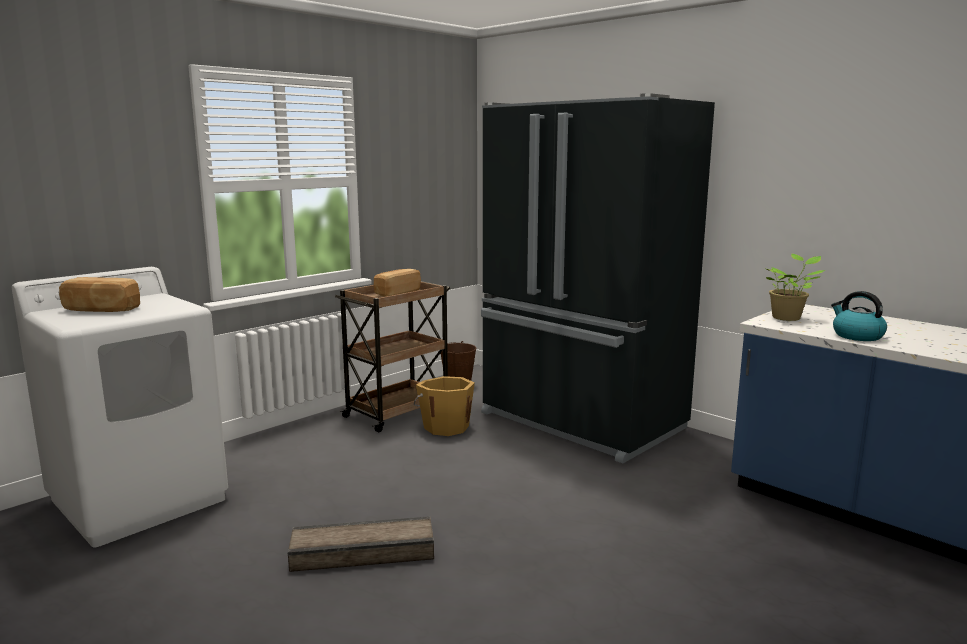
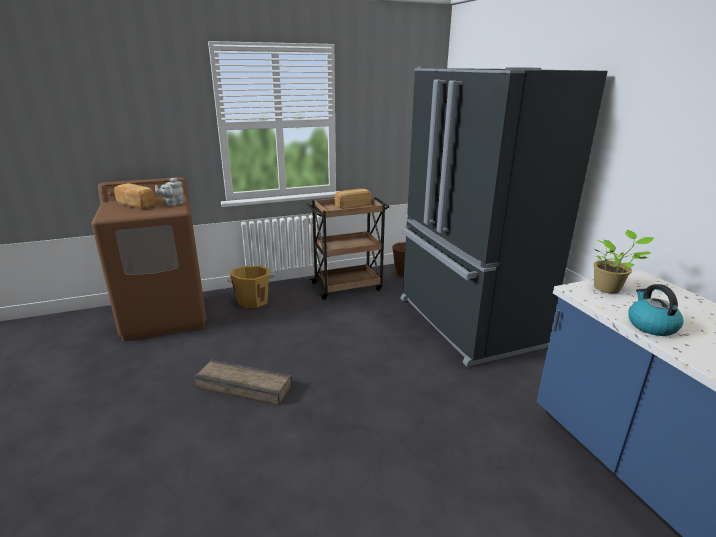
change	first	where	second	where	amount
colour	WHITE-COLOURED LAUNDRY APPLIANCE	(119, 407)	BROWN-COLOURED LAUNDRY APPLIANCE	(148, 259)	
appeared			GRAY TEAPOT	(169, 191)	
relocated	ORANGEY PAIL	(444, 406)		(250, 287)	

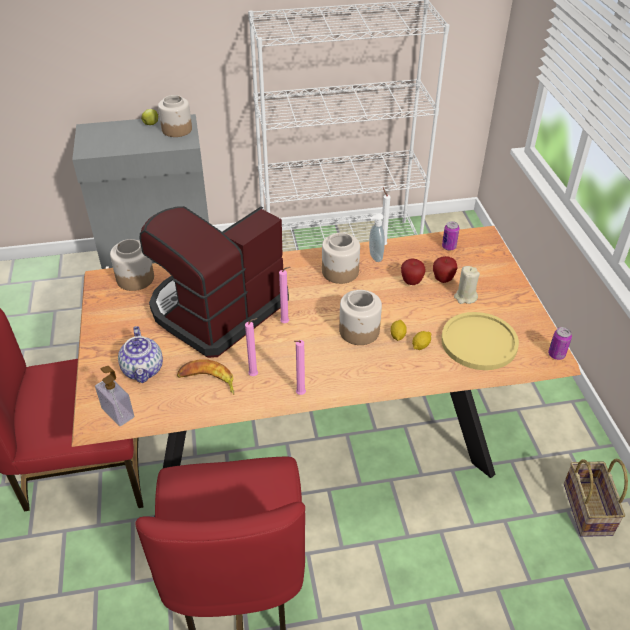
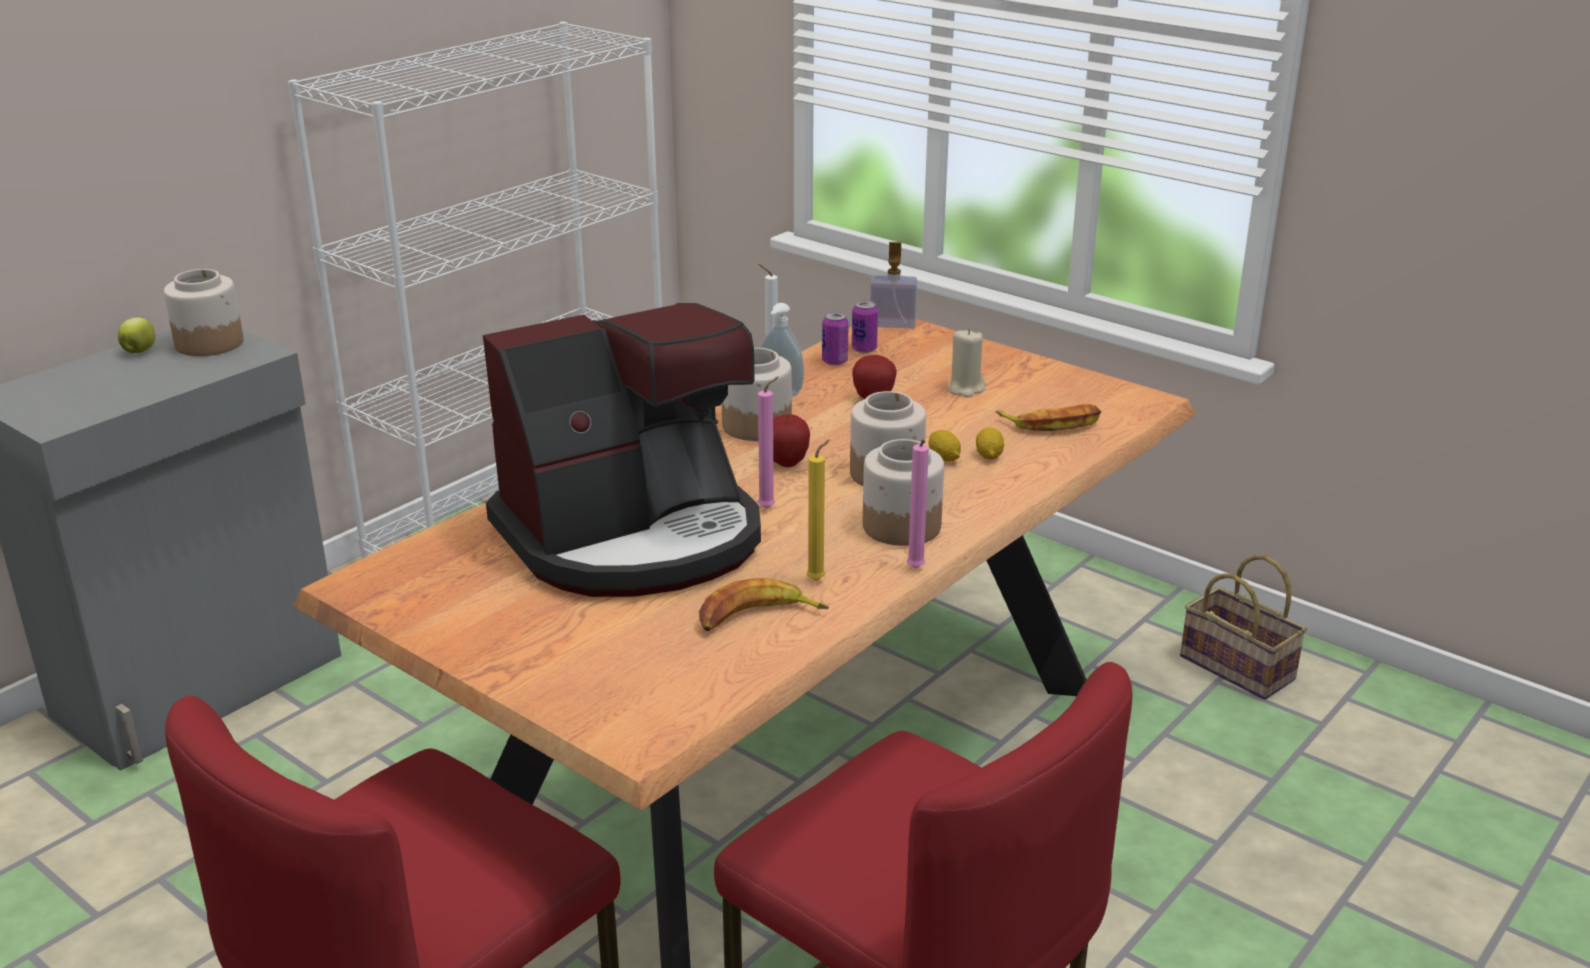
change	first	where	second	where	amount
spun	COFFEE MAKER	(214, 282)		(622, 450)	120 degrees counterclockwise
relocated	WHOLE APPLE	(445, 269)		(791, 440)	
colour	PINKISH WAX LIGHT	(251, 347)	YELLOWISH WAX LIGHT	(818, 510)	
relocated	METAL CAN	(560, 343)		(835, 338)	
relocated	PRESERVE JAR	(132, 265)		(903, 492)	
relocated	SOAP BOTTLE	(114, 396)		(893, 285)	
exchanged	YELLOWISH PLATE	(480, 341)	WHOLE BANANA	(1048, 417)	
missing	TEAPOT	(140, 354)			

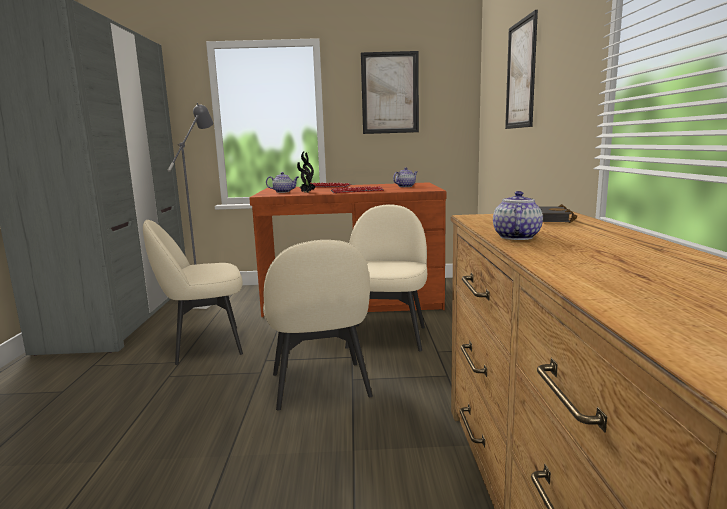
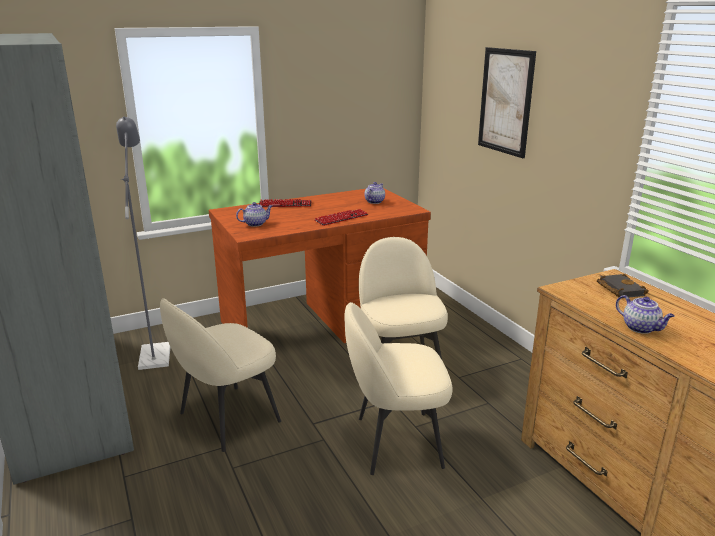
change	first	where	second	where	amount
spun	BEIGE PLAIN CHAIR	(318, 325)		(398, 388)	120 degrees clockwise
spun	TEAPOT	(518, 215)		(645, 314)	150 degrees clockwise
missing	POTTED PLANT	(306, 172)			
missing	PICTURE	(390, 92)			

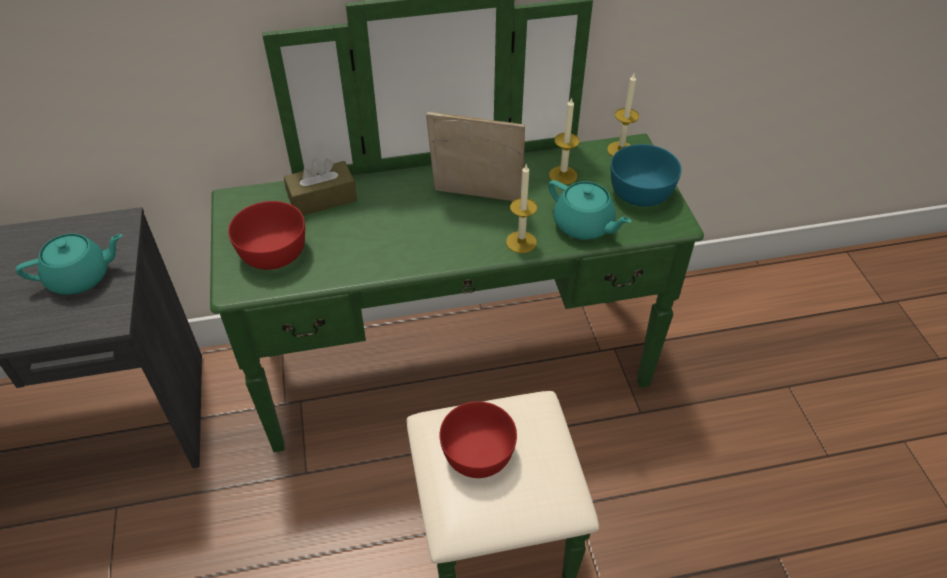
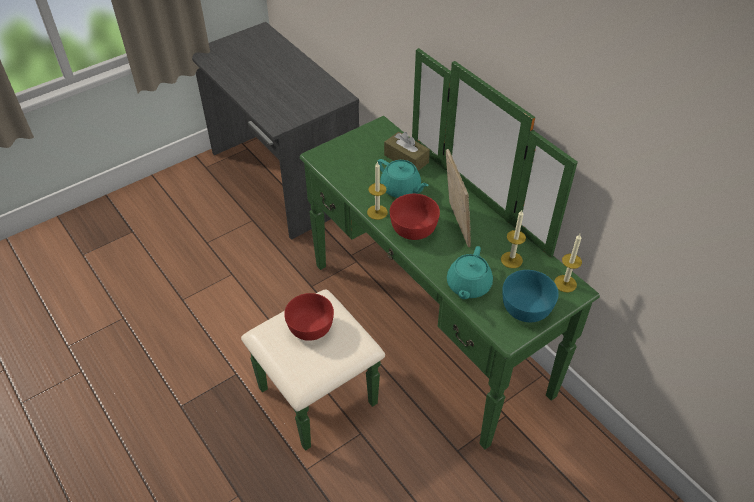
change	first	where	second	where	amount
relocated	WAX LIGHT	(521, 209)		(377, 190)	
relocated	TURQUOISE-COLOURED TEAPOT	(69, 264)		(403, 178)	
relocated	REDDISH DEEP DISH	(266, 235)		(415, 217)	

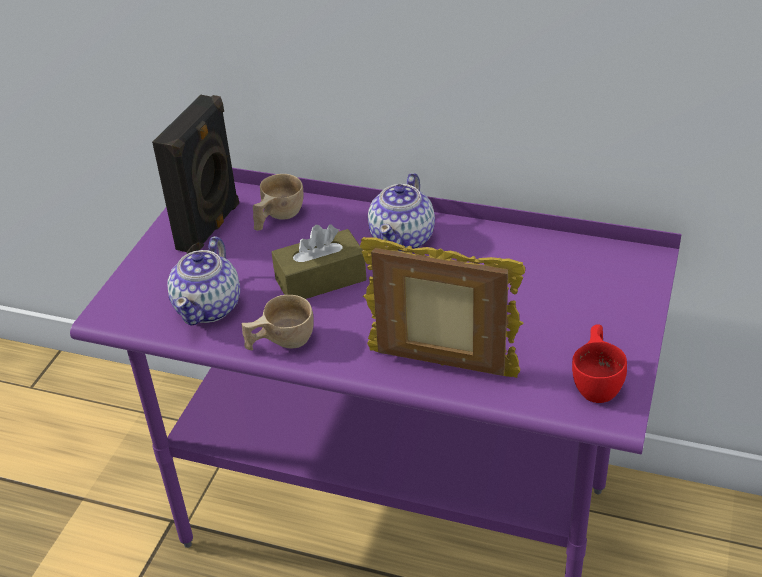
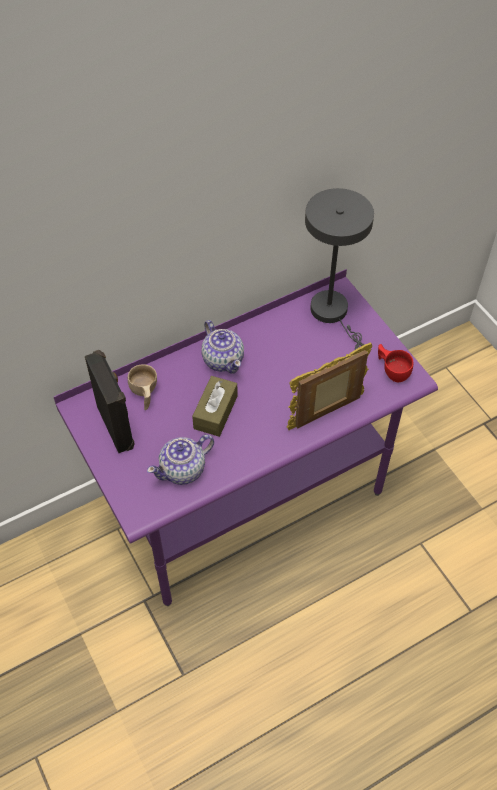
change	first	where	second	where	amount
spun	TEAPOT	(203, 281)		(180, 459)	90 degrees clockwise
appeared			GRAY TABLETOP LAMP	(339, 269)	
missing	BEIGE SMALL CUP	(277, 322)			

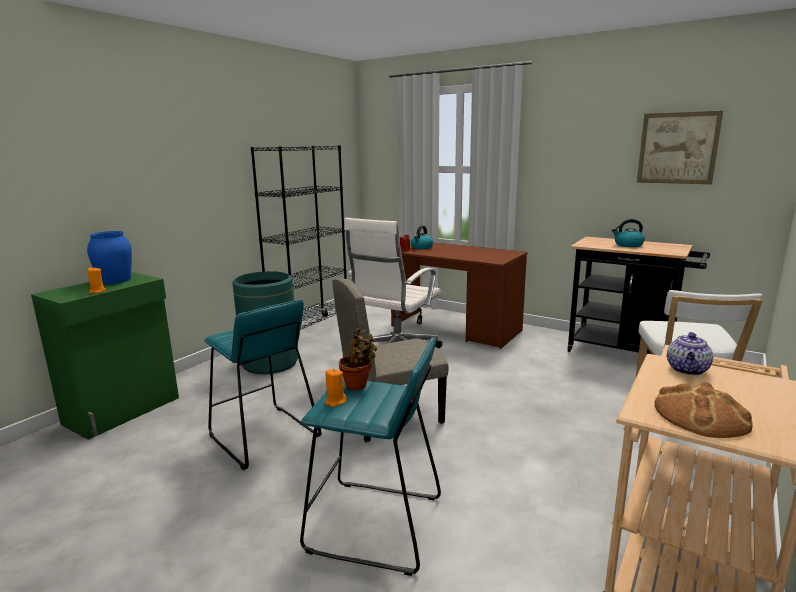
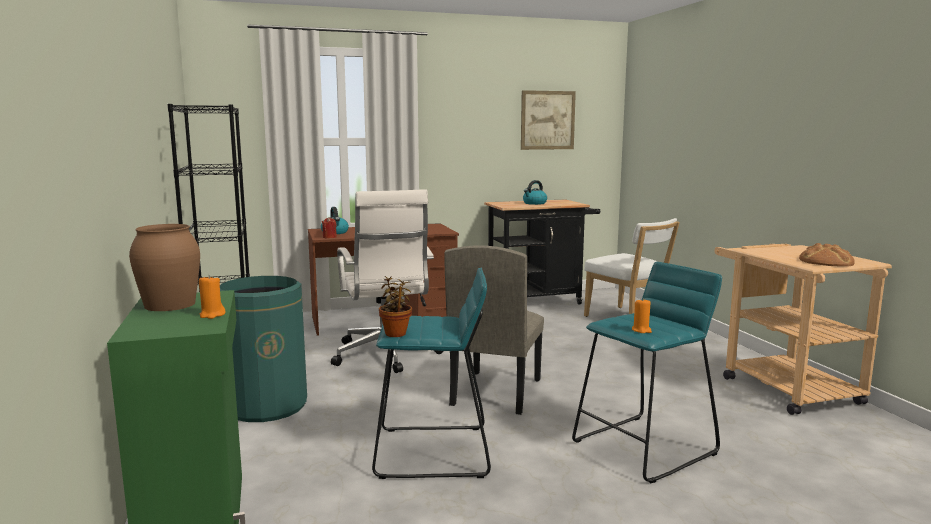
change	first	where	second	where	amount
colour	BLUISH FLOWER VASE	(109, 257)	BROWN-COLOURED FLOWER VASE	(164, 267)	
relocated	POTTED PLANT	(358, 359)		(395, 306)	
missing	TEAPOT	(690, 353)			

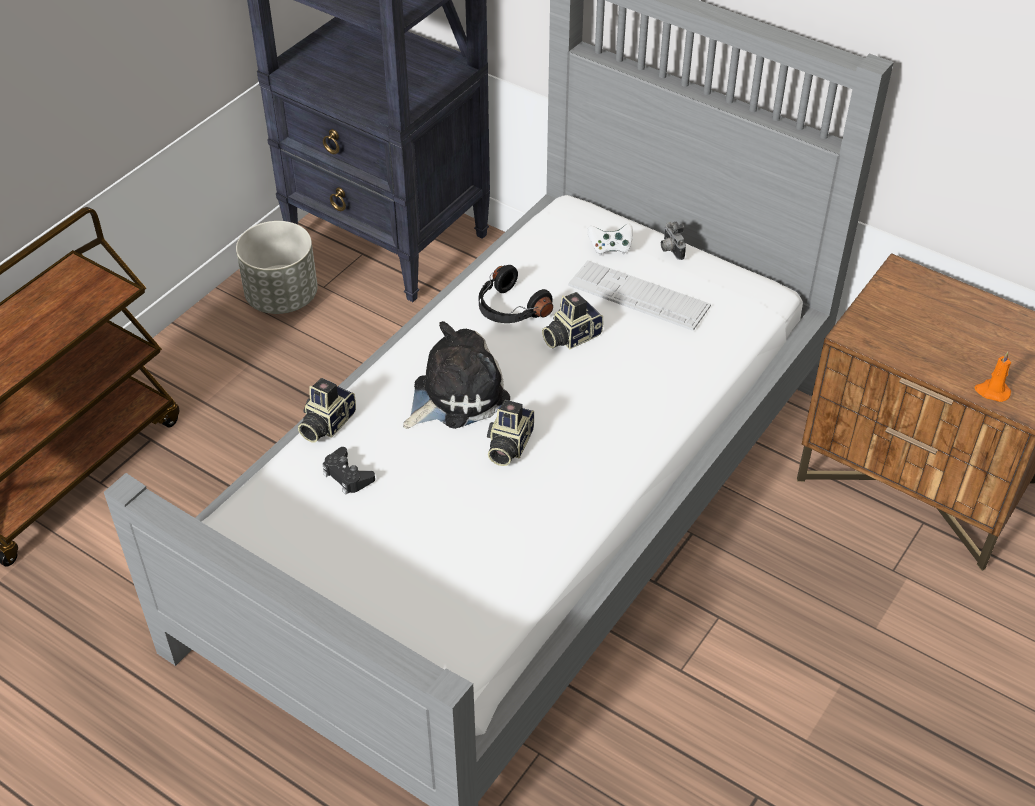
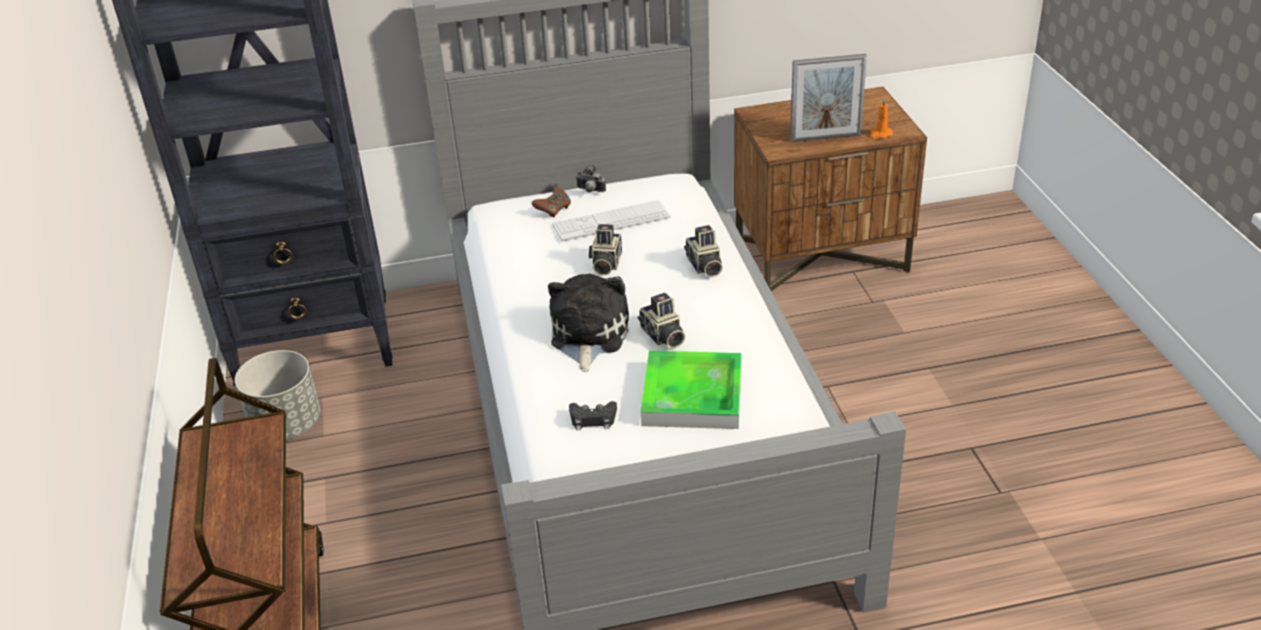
change	first	where	second	where	amount
colour	WHITE-COLOURED JOYPAD	(610, 240)	BROWN-COLOURED JOYPAD	(551, 202)	
appeared			TRAY	(691, 390)	
relocated	PHOTO CAMERA	(327, 410)		(703, 251)	
appeared			PICTURE FRAME	(828, 98)	
missing	BLACKISH HEADPHONES	(516, 294)			

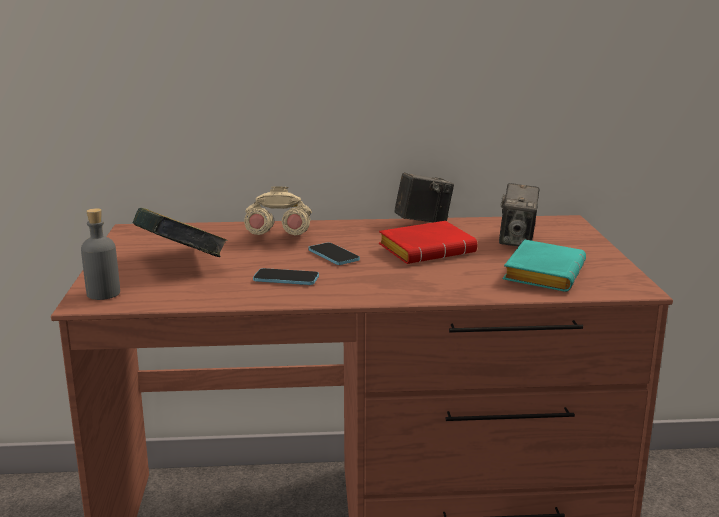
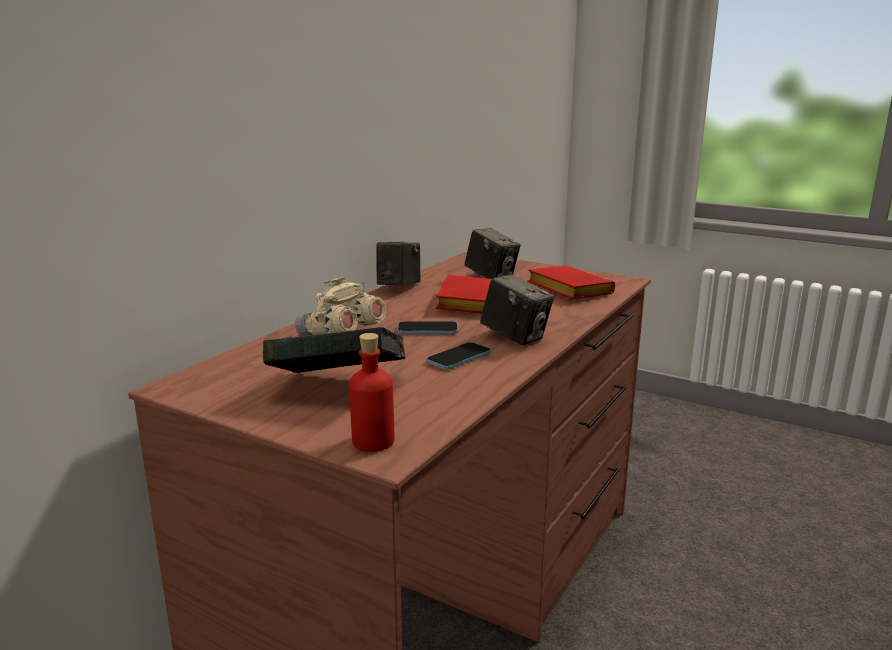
change	first	where	second	where	amount
colour	GRAY DRINK BOTTLE	(100, 254)	REDDISH DRINK BOTTLE	(371, 392)	
appeared			PHOTO CAMERA	(517, 309)	
colour	TURQUOISE-COLOURED BOUND BOOK	(544, 265)	REDDISH BOUND BOOK	(571, 282)	

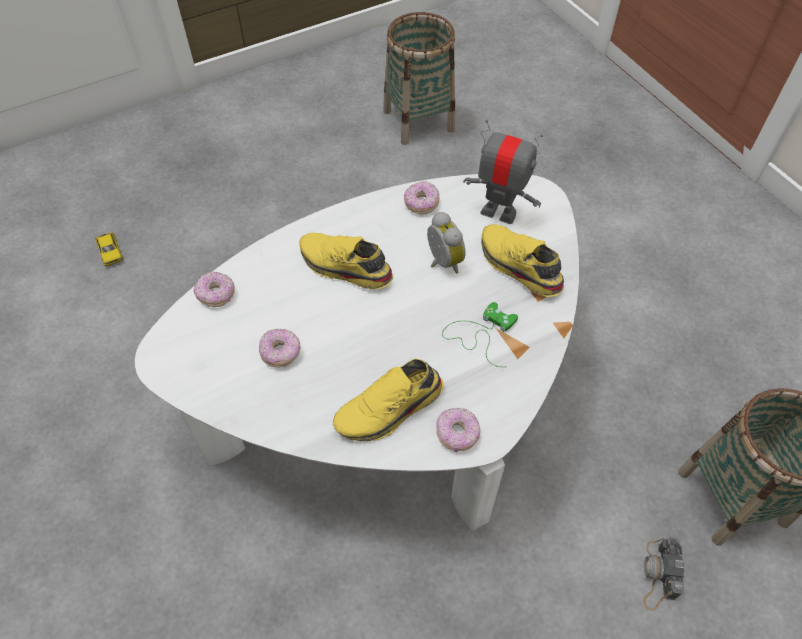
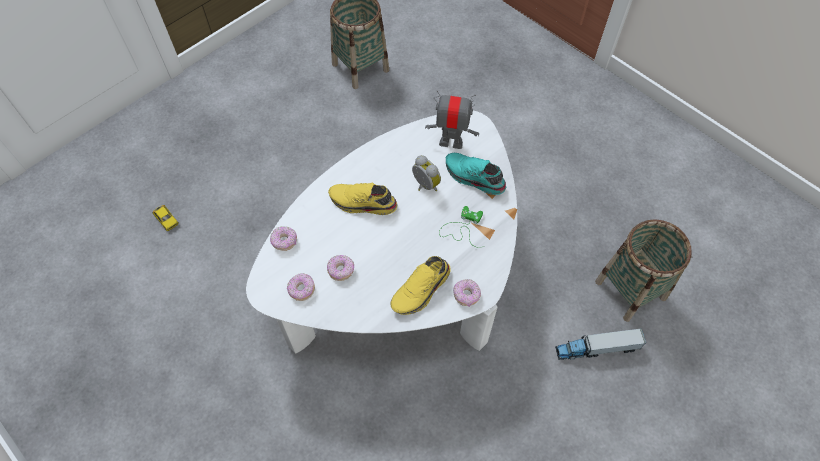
change	first	where	second	where	amount
relocated	DOUGHNUT	(421, 197)		(301, 287)	
colour	YELLOWISH SHOE	(522, 260)	TURQUOISE-COLOURED SHOE	(476, 174)	
exchanged	PHOTO CAMERA	(663, 574)	TOY LORRY	(600, 344)	

